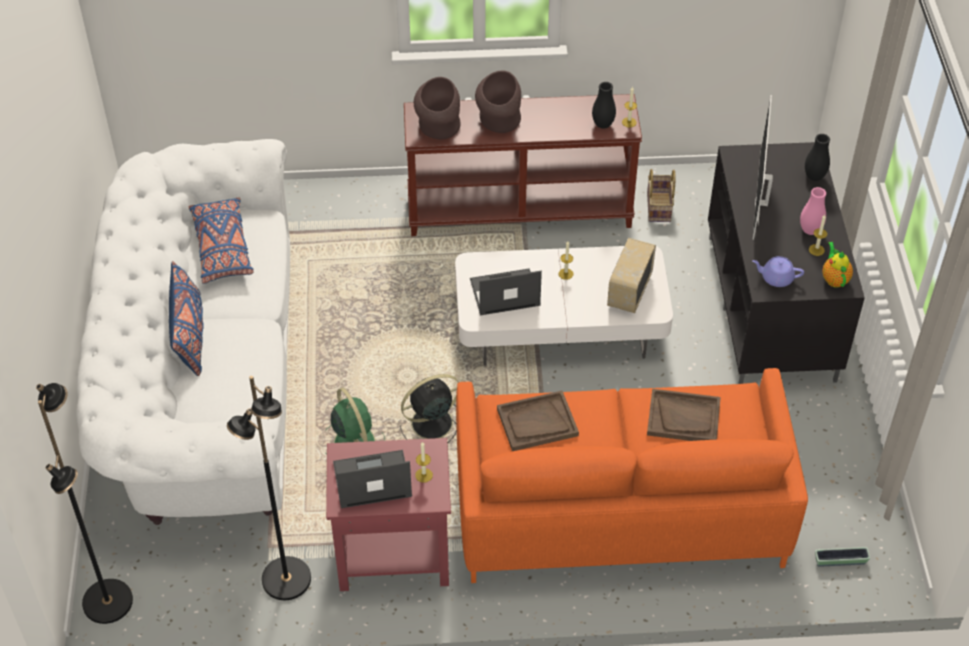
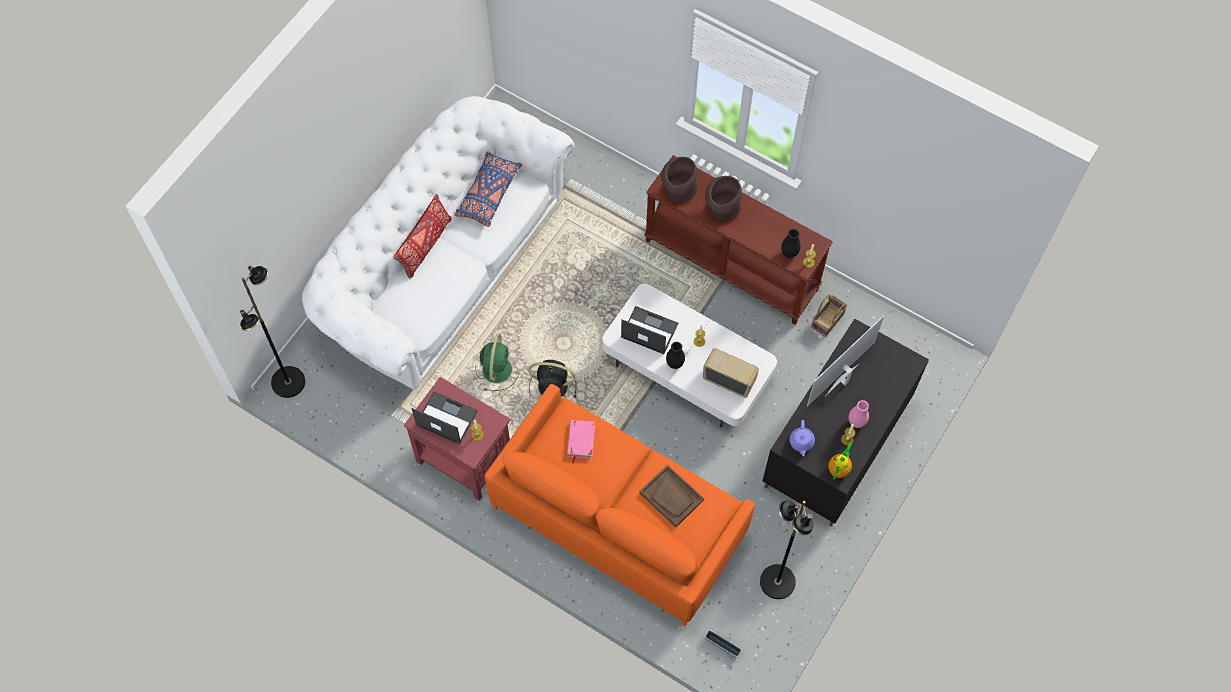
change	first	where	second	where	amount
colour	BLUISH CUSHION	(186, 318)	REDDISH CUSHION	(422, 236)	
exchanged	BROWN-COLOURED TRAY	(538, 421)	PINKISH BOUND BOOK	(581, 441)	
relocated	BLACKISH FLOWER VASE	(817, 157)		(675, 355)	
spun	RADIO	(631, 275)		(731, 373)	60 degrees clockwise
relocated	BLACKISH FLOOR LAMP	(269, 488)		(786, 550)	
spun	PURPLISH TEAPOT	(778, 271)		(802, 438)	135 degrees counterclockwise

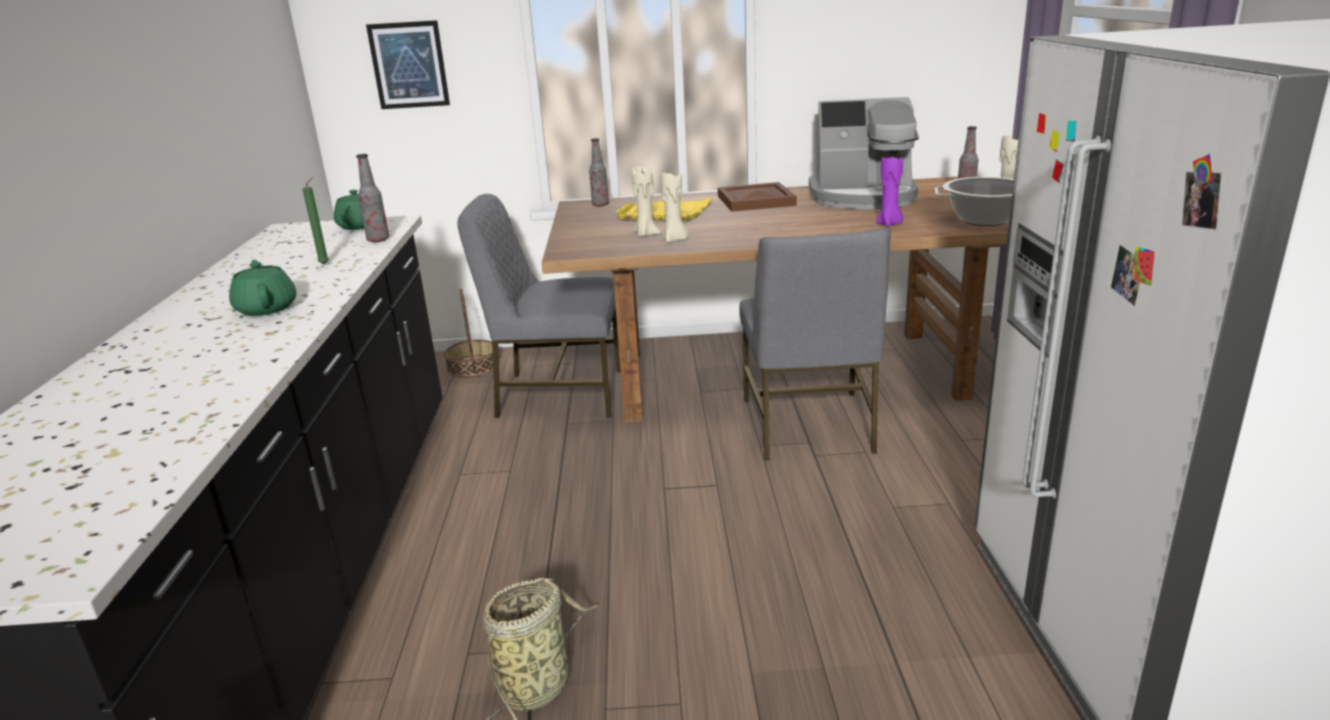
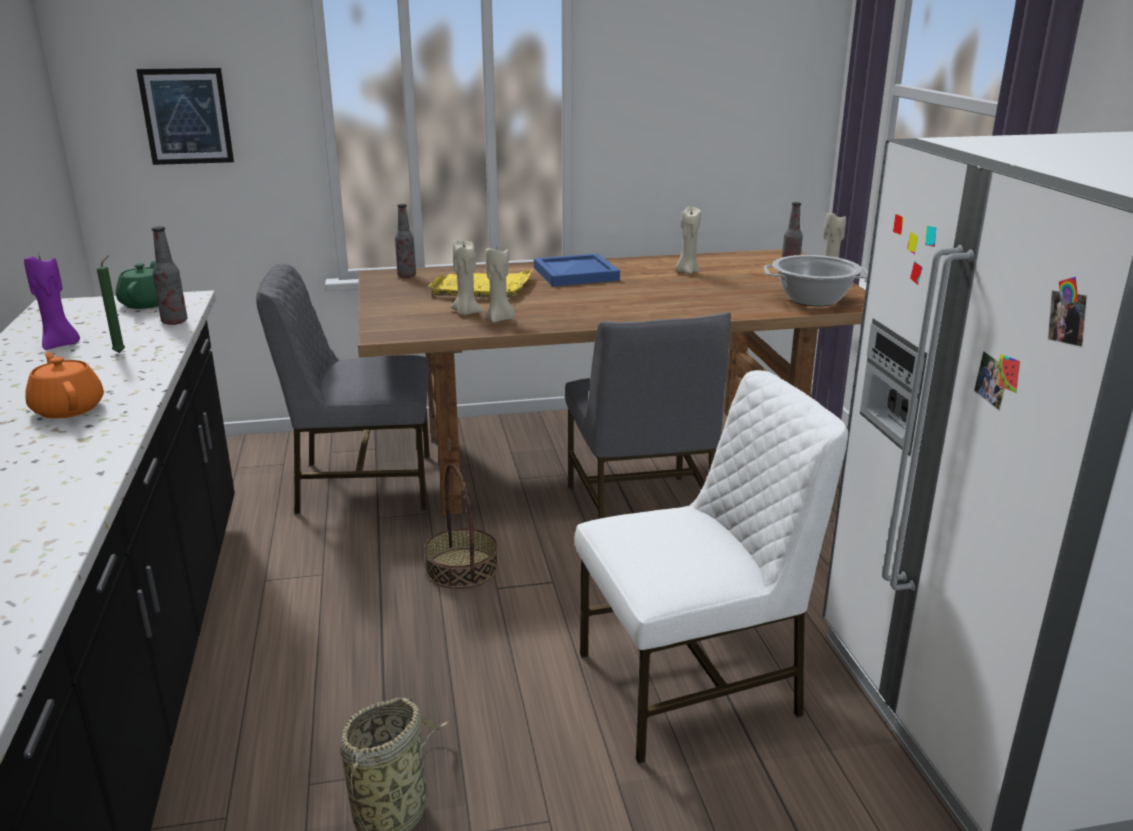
change	first	where	second	where	amount
relocated	PURPLISH WAX LIGHT	(889, 190)		(52, 301)	
colour	GREEN TEAPOT	(262, 288)	ORANGEY TEAPOT	(64, 385)	
relocated	STORAGE BASKET	(468, 333)		(461, 526)	
colour	BROWN-COLOURED TRAY	(757, 197)	BLUISH TRAY	(577, 269)	
appeared			WHITE-COLOURED PLAIN CHAIR	(711, 567)	
exchanged	COFFEE MAKER	(864, 153)	BEIGE WAX LIGHT	(688, 240)	

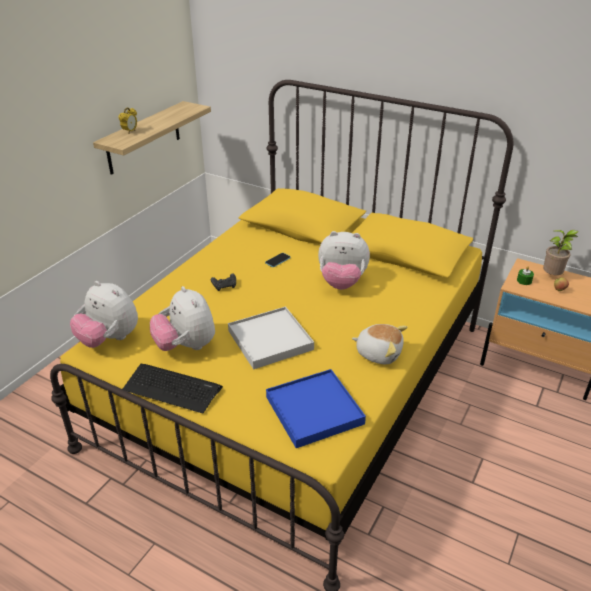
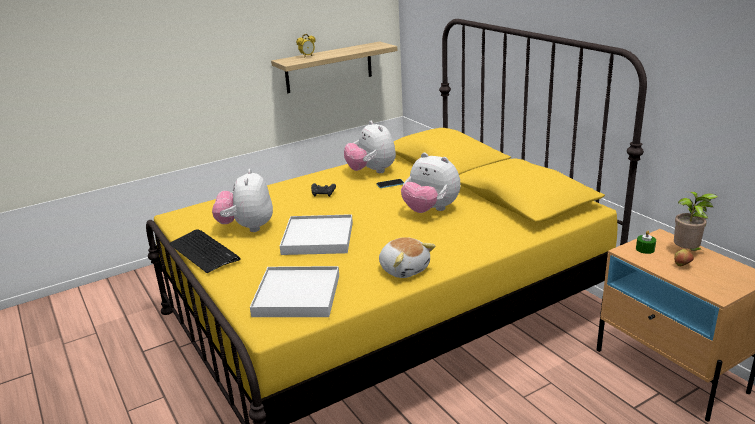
change	first	where	second	where	amount
colour	BLUISH TRAY	(316, 408)	WHITE-COLOURED TRAY	(294, 291)	
relocated	PLUSH TOY	(104, 314)		(370, 147)	

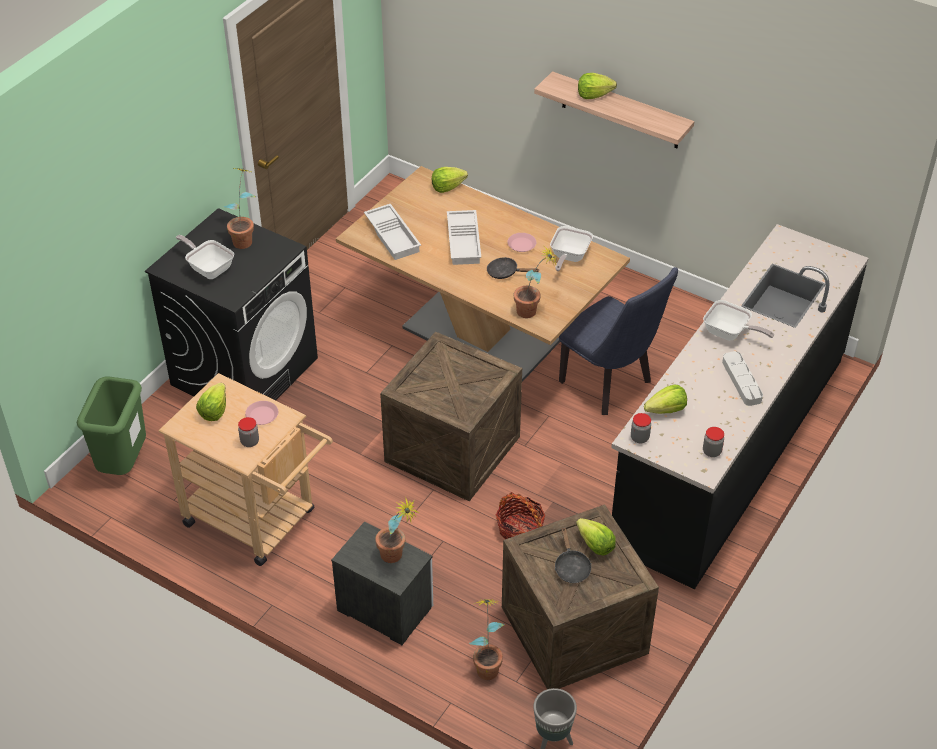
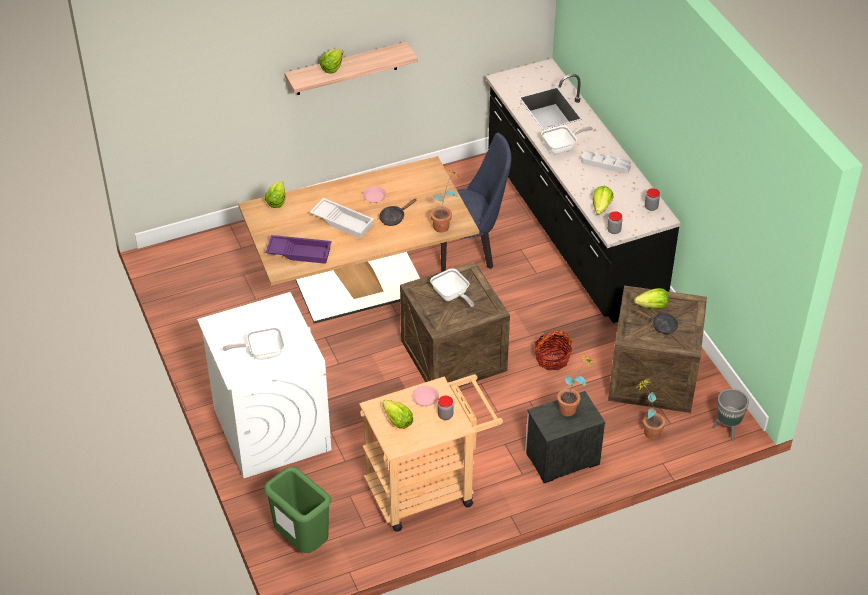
change	first	where	second	where	amount
colour	BLACKISH LAUNDRY APPLIANCE	(231, 304)	WHITE-COLOURED LAUNDRY APPLIANCE	(264, 385)	
colour	WHITE-COLOURED TRAY	(392, 232)	PURPLISH TRAY	(299, 249)	
relocated	PAN	(571, 248)		(452, 287)	
missing	POTTED PLANT	(240, 208)			

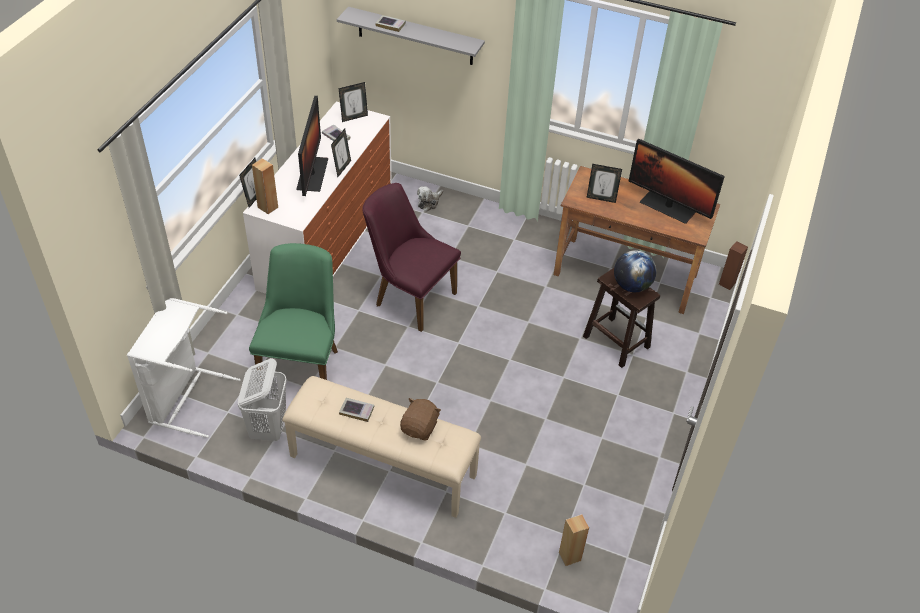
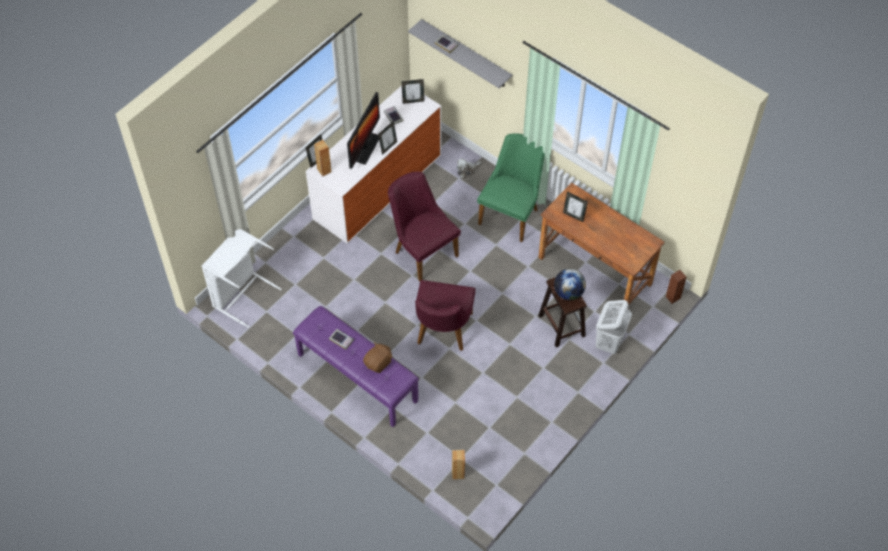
change	first	where	second	where	amount
colour	BEIGE INDOOR BENCH	(381, 447)	PURPLISH INDOOR BENCH	(356, 366)	
appeared			PURPLISH PLAIN CHAIR	(445, 315)	
relocated	GREEN PLAIN CHAIR	(293, 312)		(511, 187)	
relocated	WHITE-COLOURED LAUNDRY BASKET	(262, 399)		(614, 327)	
missing	MONITOR	(677, 181)			

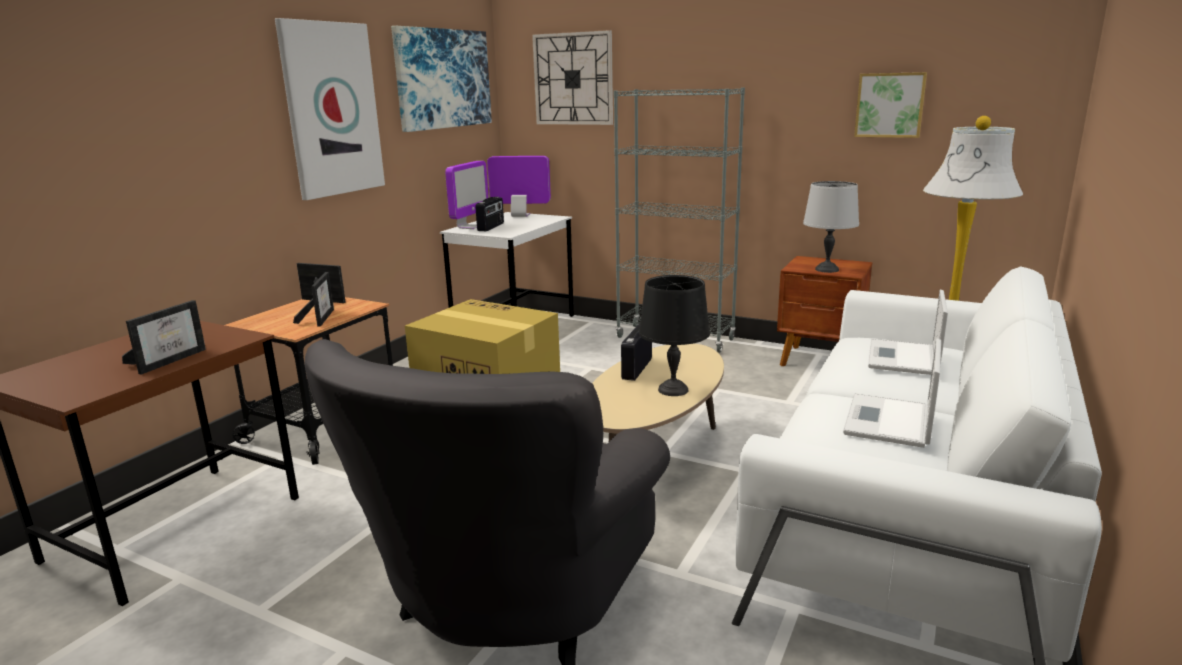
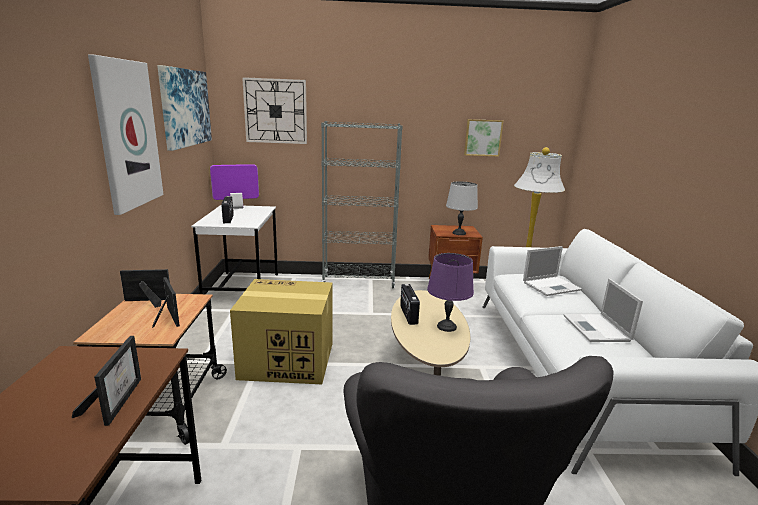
change	first	where	second	where	amount
colour	BLACKISH TABLETOP LAMP	(674, 335)	PURPLISH TABLETOP LAMP	(450, 292)	
spun	PORTABLE COMPUTER	(908, 332)		(552, 271)	105 degrees counterclockwise
missing	MONITOR	(467, 195)			

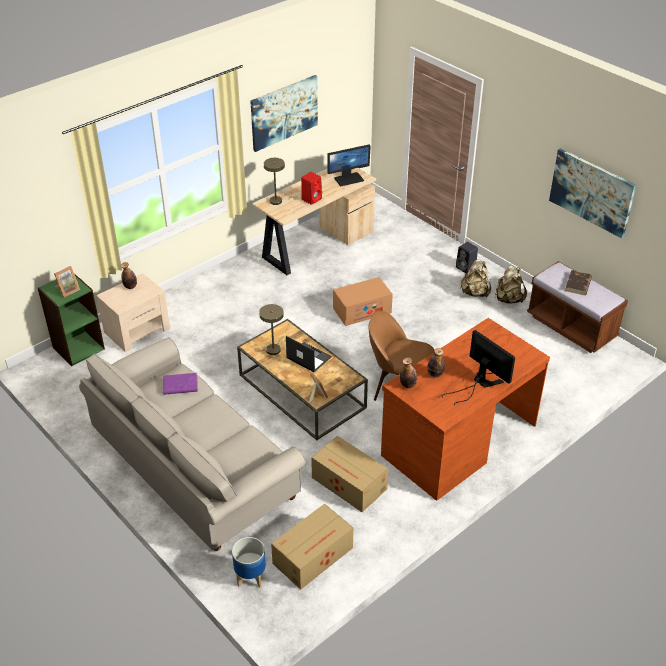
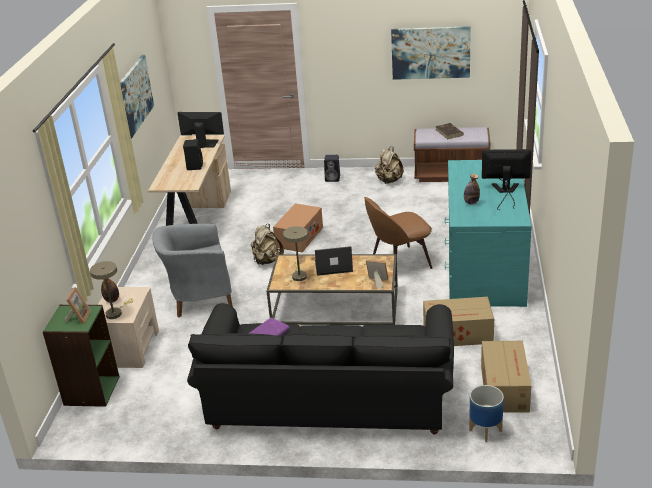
change	first	where	second	where	amount
relocated	BEIGE TABLETOP LAMP	(281, 181)		(111, 290)	
appeared			GRAY EASY CHAIR	(192, 270)	
spun	MONITOR	(349, 165)		(200, 130)	105 degrees counterclockwise
colour	REDDISH SPEAKER	(311, 188)	BLACKISH SPEAKER	(193, 154)	
colour	BEIGE SOFA	(192, 444)	BLACKISH SOFA	(320, 369)	
relocated	BEIGE KNAPSACK	(476, 278)		(267, 244)	
colour	BROWN-COLOURED DESK UNIT	(465, 409)	TURQUOISE-COLOURED DESK UNIT	(488, 233)	
missing	DRINK BOTTLE	(408, 372)			

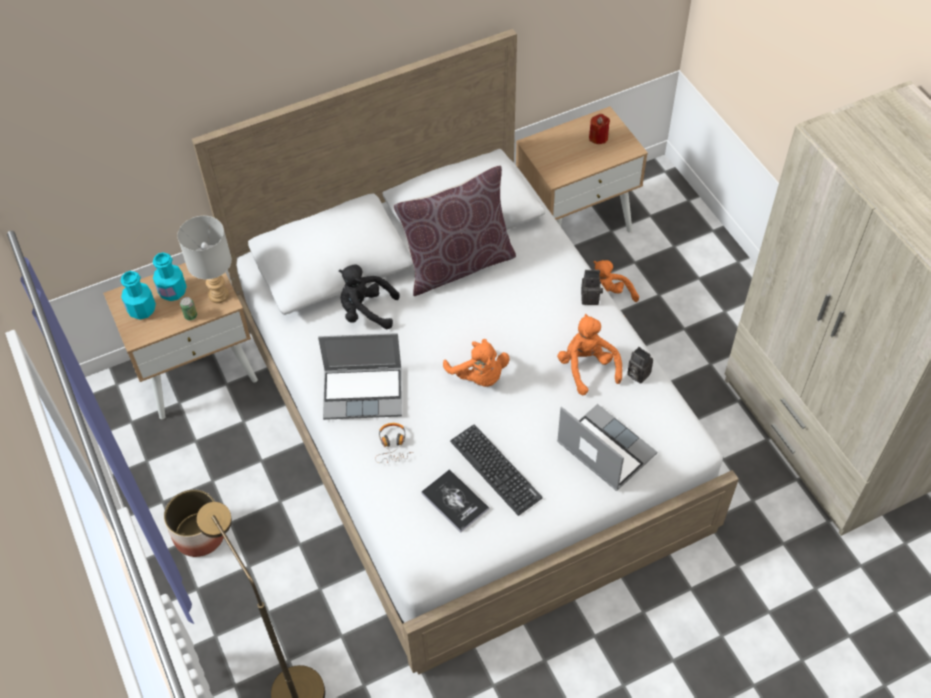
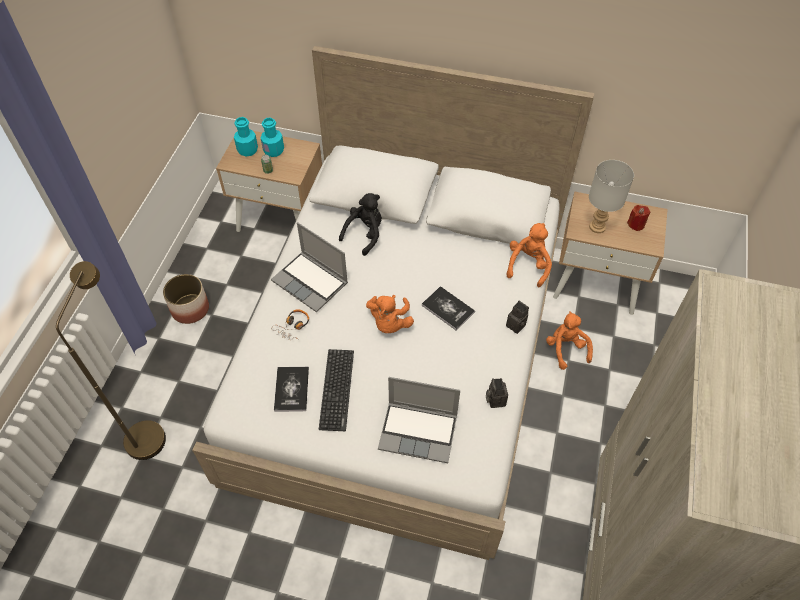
change	first	where	second	where	amount
spun	BLACKISH PLUSH TOY	(369, 296)		(360, 224)	75 degrees clockwise
spun	PORTABLE COMPUTER	(607, 447)		(419, 420)	105 degrees clockwise
appeared			BOUND BOOK	(448, 308)	
relocated	ORANGEY PLUSH TOY	(589, 354)		(529, 255)	
relocated	GRAY TABLETOP LAMP	(204, 259)		(611, 196)	
missing	BROWN-COLOURED CUSHION	(455, 230)			

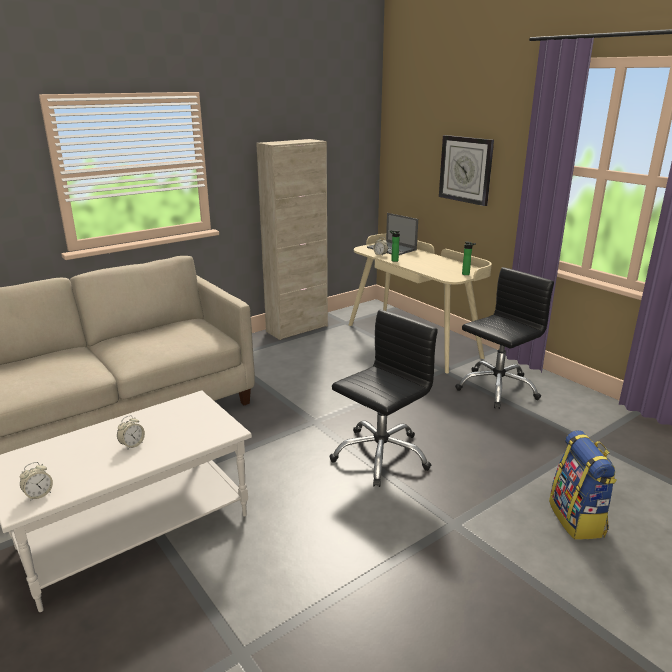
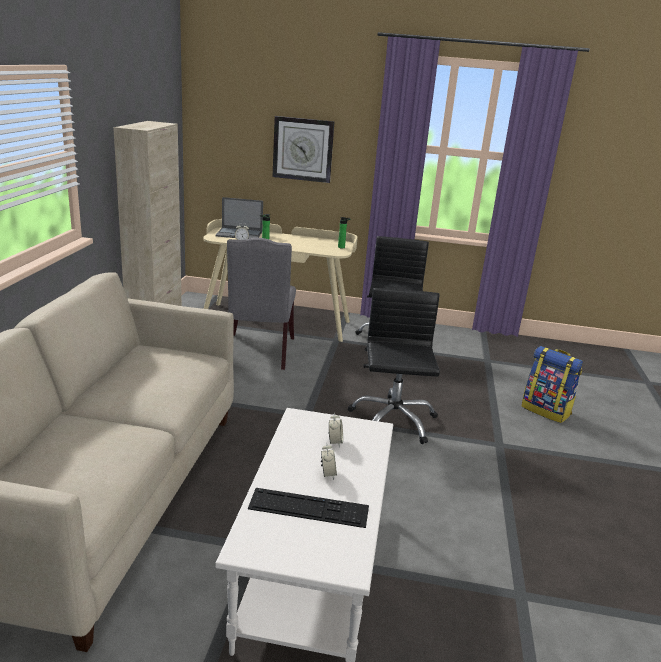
change	first	where	second	where	amount
appeared			GRAY PLAIN CHAIR	(261, 304)	
appeared			PC KEYBOARD	(308, 508)	
relocated	ALARM CLOCK	(36, 481)		(335, 430)	

